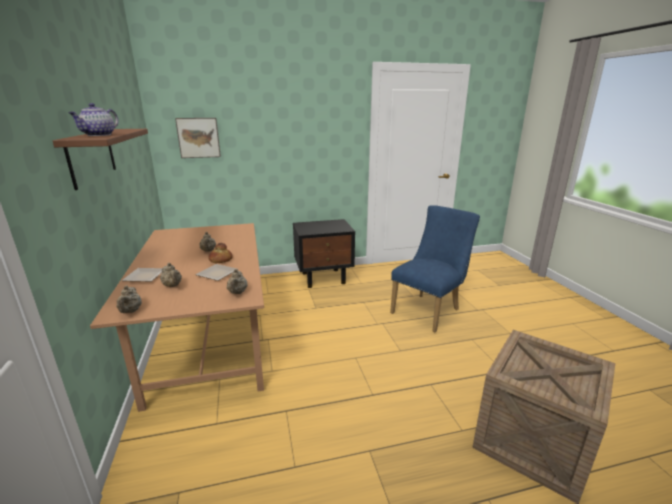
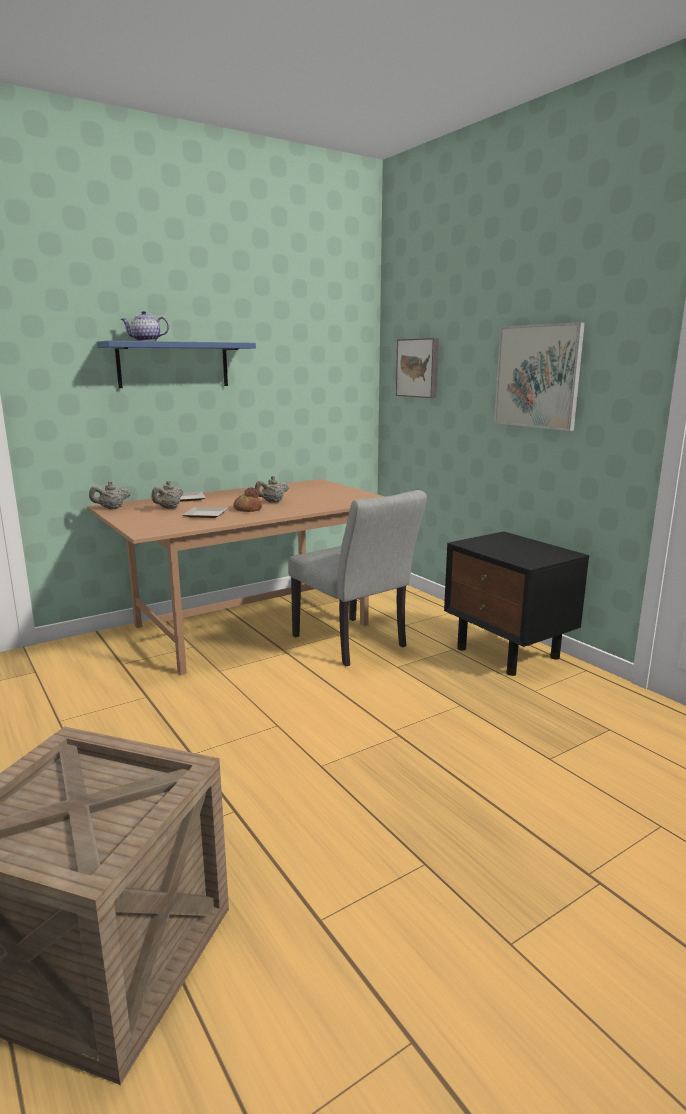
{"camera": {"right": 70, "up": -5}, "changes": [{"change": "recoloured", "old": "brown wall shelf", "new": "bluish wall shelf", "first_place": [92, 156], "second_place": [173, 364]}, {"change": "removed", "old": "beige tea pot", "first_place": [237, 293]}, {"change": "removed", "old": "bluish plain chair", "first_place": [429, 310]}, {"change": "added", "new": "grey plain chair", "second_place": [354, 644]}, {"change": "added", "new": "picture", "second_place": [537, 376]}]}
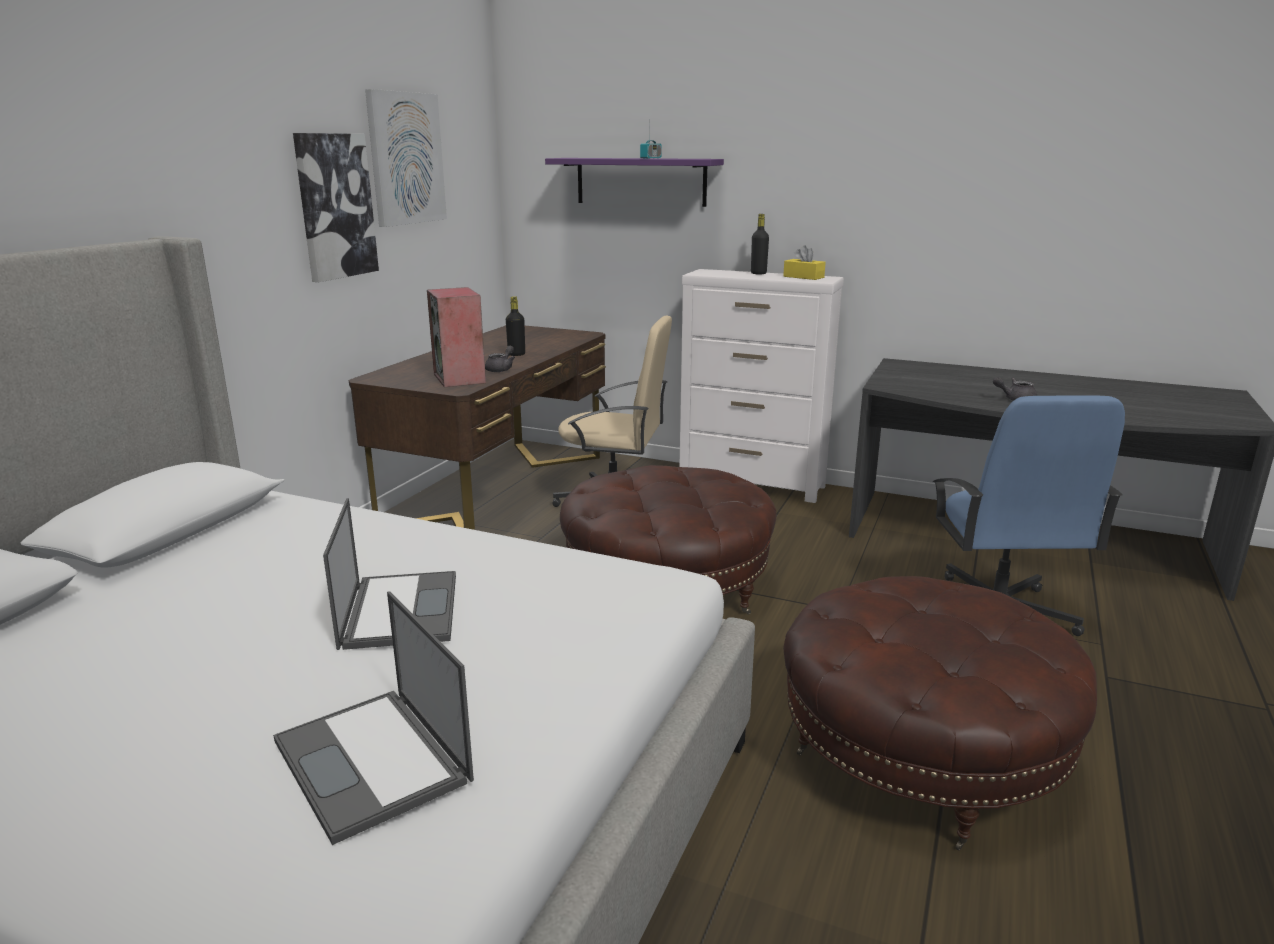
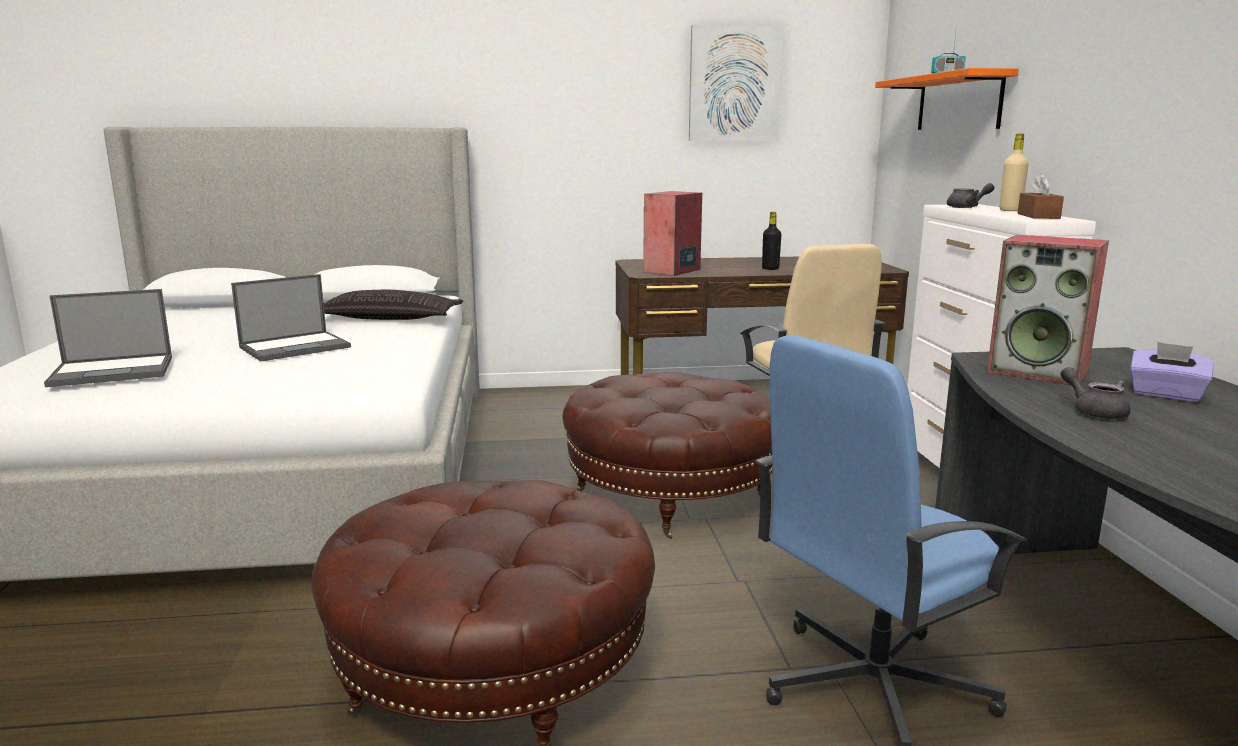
{"camera": {"right": 60, "up": -5}, "changes": [{"change": "turned", "old": "laptop", "first_place": [373, 762], "second_place": [114, 371], "degrees": -135}, {"change": "removed", "old": "picture", "first_place": [335, 206]}, {"change": "moved", "old": "grey tea pot", "first_place": [501, 369], "second_place": [967, 207]}, {"change": "recoloured", "old": "purple-coloured wall shelf", "new": "orangey wall shelf", "first_place": [640, 181], "second_place": [958, 102]}, {"change": "recoloured", "old": "black drink bottle", "new": "beige drink bottle", "first_place": [758, 273], "second_place": [1010, 210]}, {"change": "recoloured", "old": "yellow-coloured tissue holder", "new": "brown tissue holder", "first_place": [803, 277], "second_place": [1038, 216]}, {"change": "added", "new": "cushion", "second_place": [388, 318]}, {"change": "added", "new": "loudspeaker", "second_place": [1039, 372]}, {"change": "added", "new": "purple-coloured tissue holder", "second_place": [1166, 394]}]}
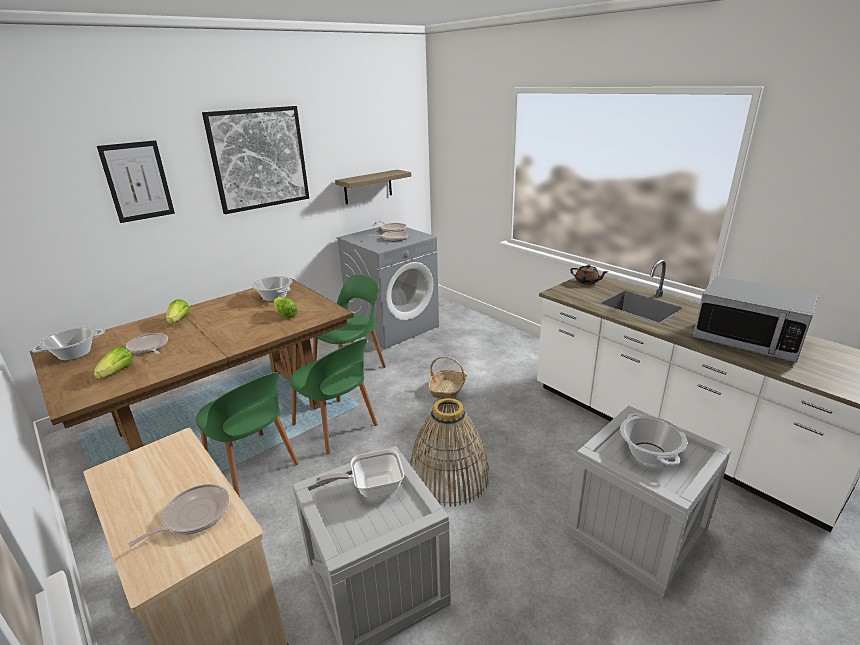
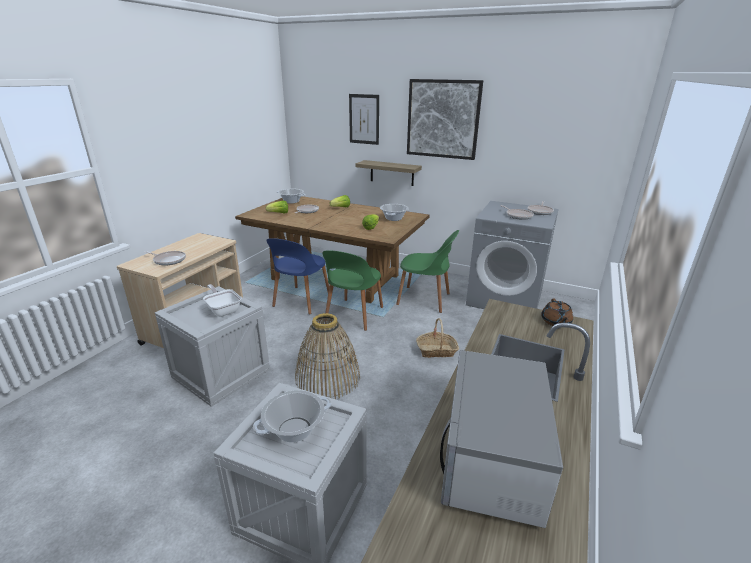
{"camera": {"right": 65, "up": 0}, "changes": [{"change": "recoloured", "old": "greenish plain chair", "new": "bluish plain chair", "first_place": [252, 465], "second_place": [301, 301]}, {"change": "moved", "old": "wall shelf", "first_place": [368, 187], "second_place": [392, 173]}]}
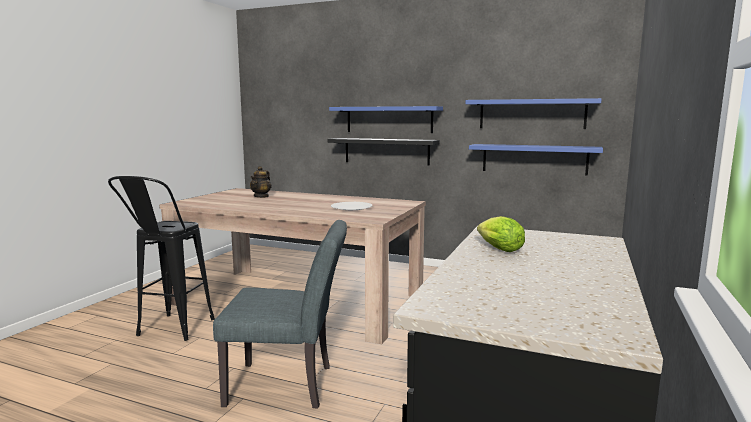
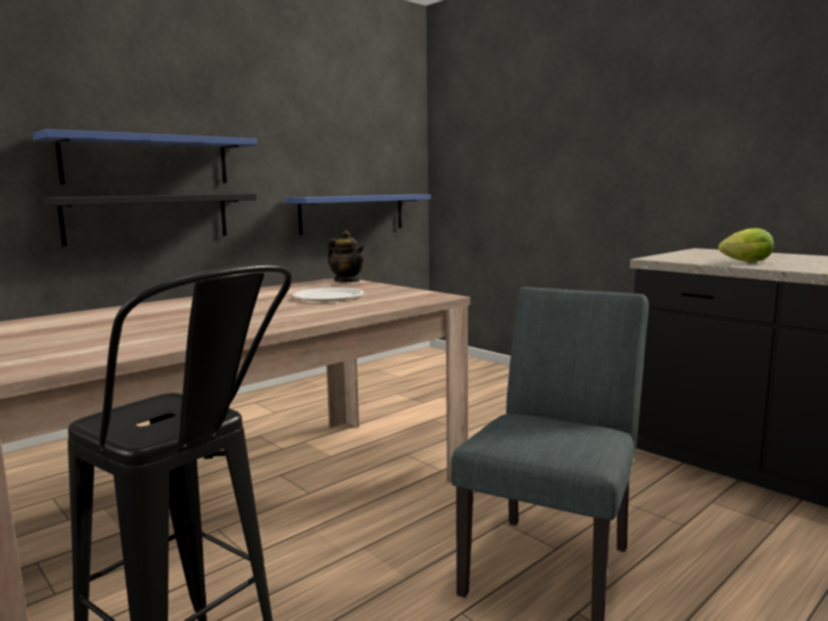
{"camera": {"right": -65, "up": 0}, "changes": [{"change": "moved", "old": "tea pot", "first_place": [261, 196], "second_place": [347, 281]}, {"change": "removed", "old": "bluish wall shelf", "first_place": [531, 114]}]}
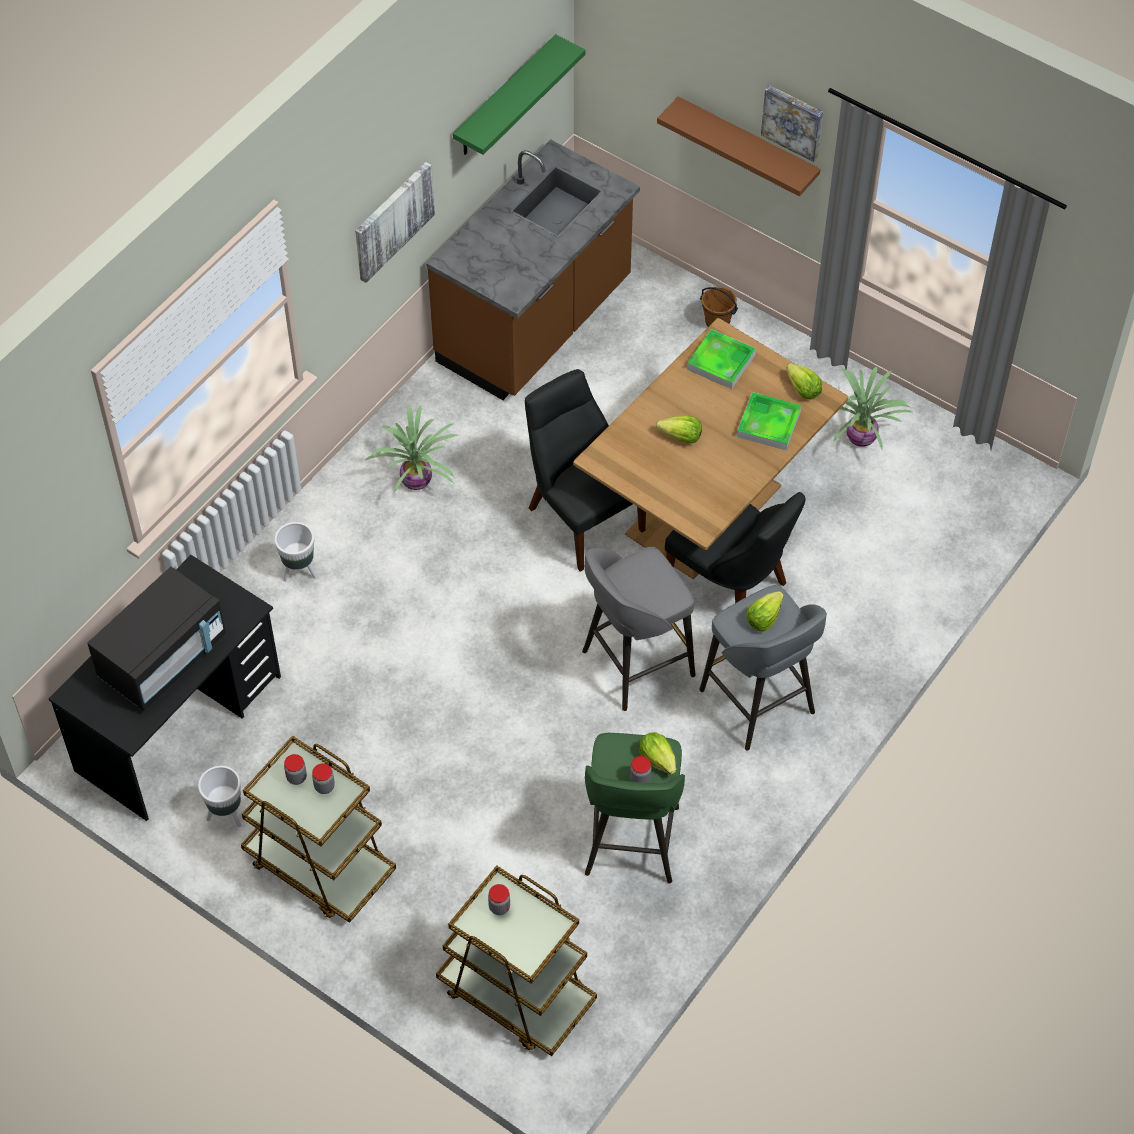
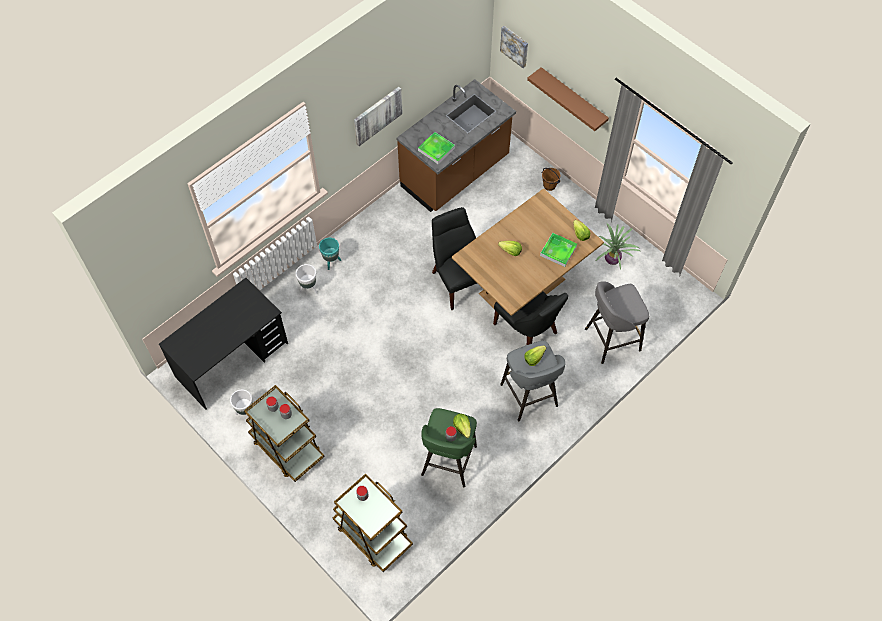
{"camera": {"right": 10, "up": 5}, "changes": [{"change": "removed", "old": "black kitchen microwave", "first_place": [163, 658]}, {"change": "removed", "old": "plant in a pot", "first_place": [418, 480]}, {"change": "removed", "old": "greenish wall shelf", "first_place": [505, 98]}, {"change": "moved", "old": "grey stool seat", "first_place": [635, 664], "second_place": [610, 340]}, {"change": "moved", "old": "serving tray", "first_place": [721, 362], "second_place": [436, 149]}, {"change": "moved", "old": "picture", "first_place": [793, 121], "second_place": [515, 46]}, {"change": "added", "new": "turquoise plant pot", "second_place": [331, 261]}]}
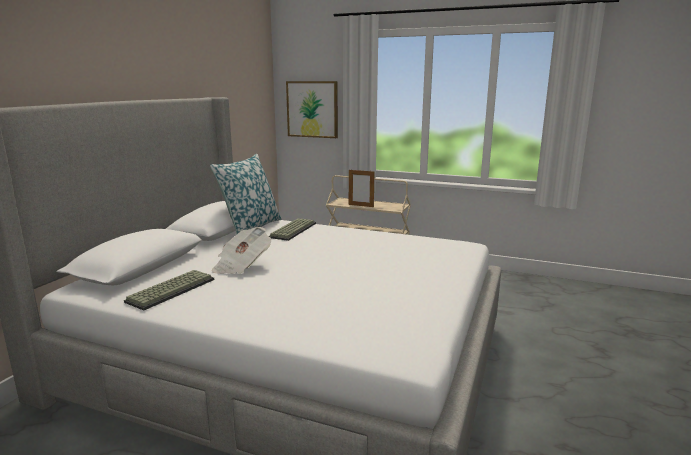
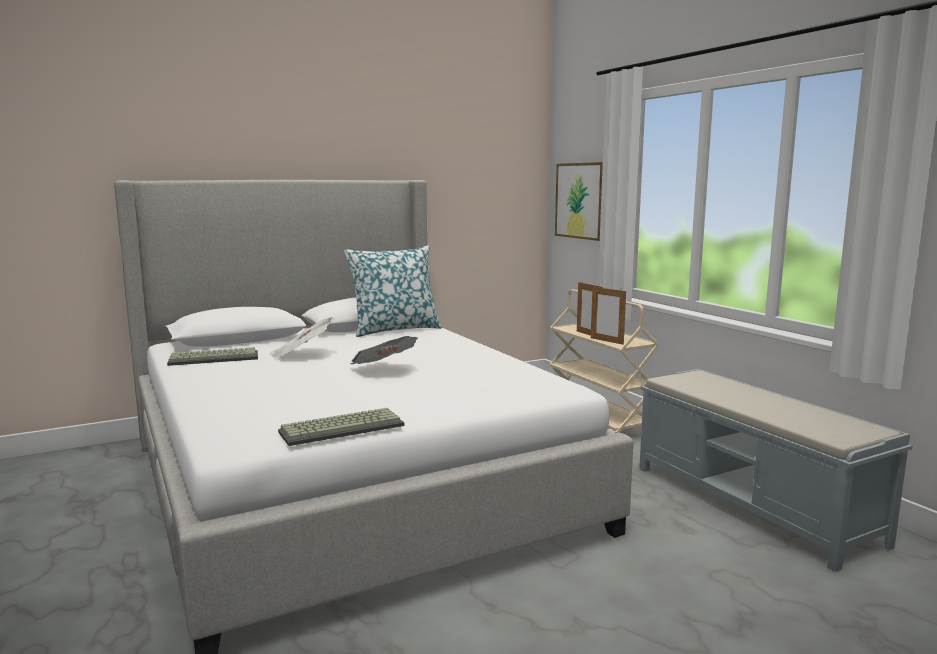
{"camera": {"right": 40, "up": -5}, "changes": [{"change": "moved", "old": "keyboard", "first_place": [292, 230], "second_place": [342, 428]}, {"change": "added", "new": "newspaper", "second_place": [384, 369]}, {"change": "added", "new": "photo frame", "second_place": [606, 341]}, {"change": "added", "new": "grey indoor bench", "second_place": [753, 504]}]}
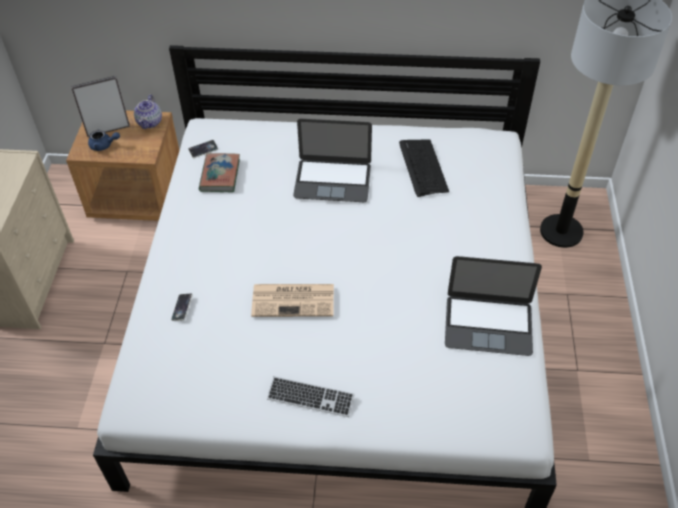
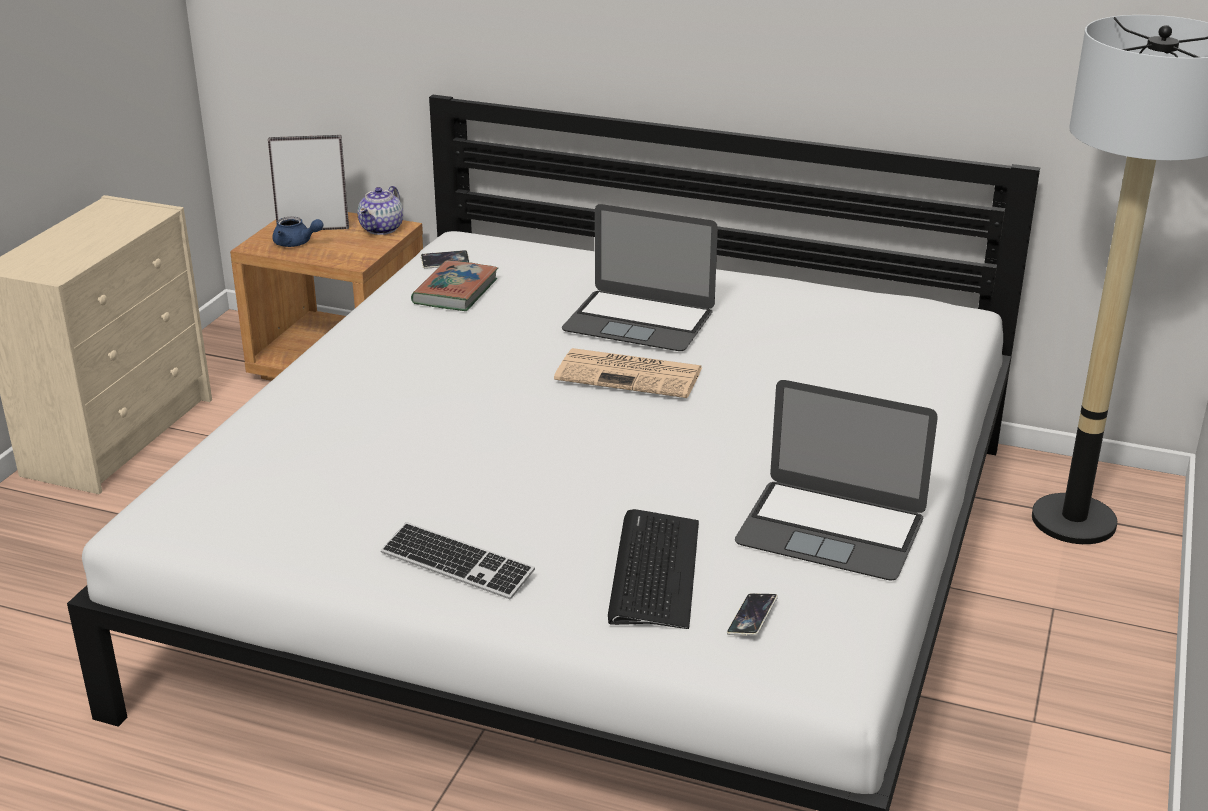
{"camera": {"right": 15, "up": -20}, "changes": [{"change": "moved", "old": "phone", "first_place": [182, 308], "second_place": [752, 618]}, {"change": "moved", "old": "newspaper", "first_place": [294, 300], "second_place": [631, 374]}, {"change": "moved", "old": "keyboard", "first_place": [422, 167], "second_place": [653, 571]}]}
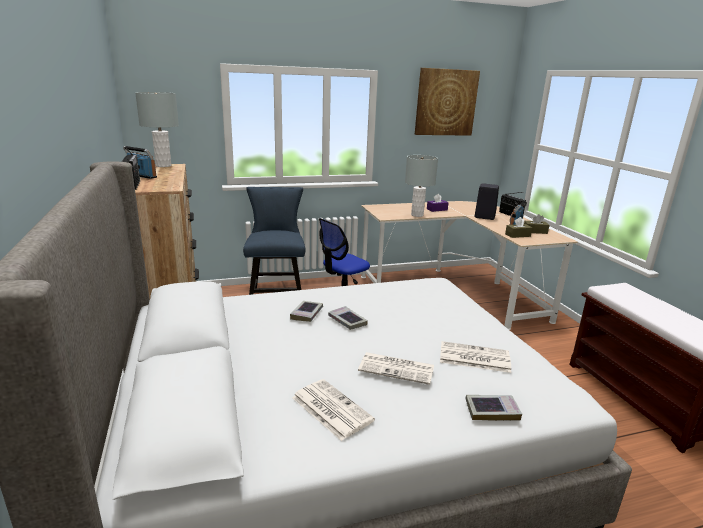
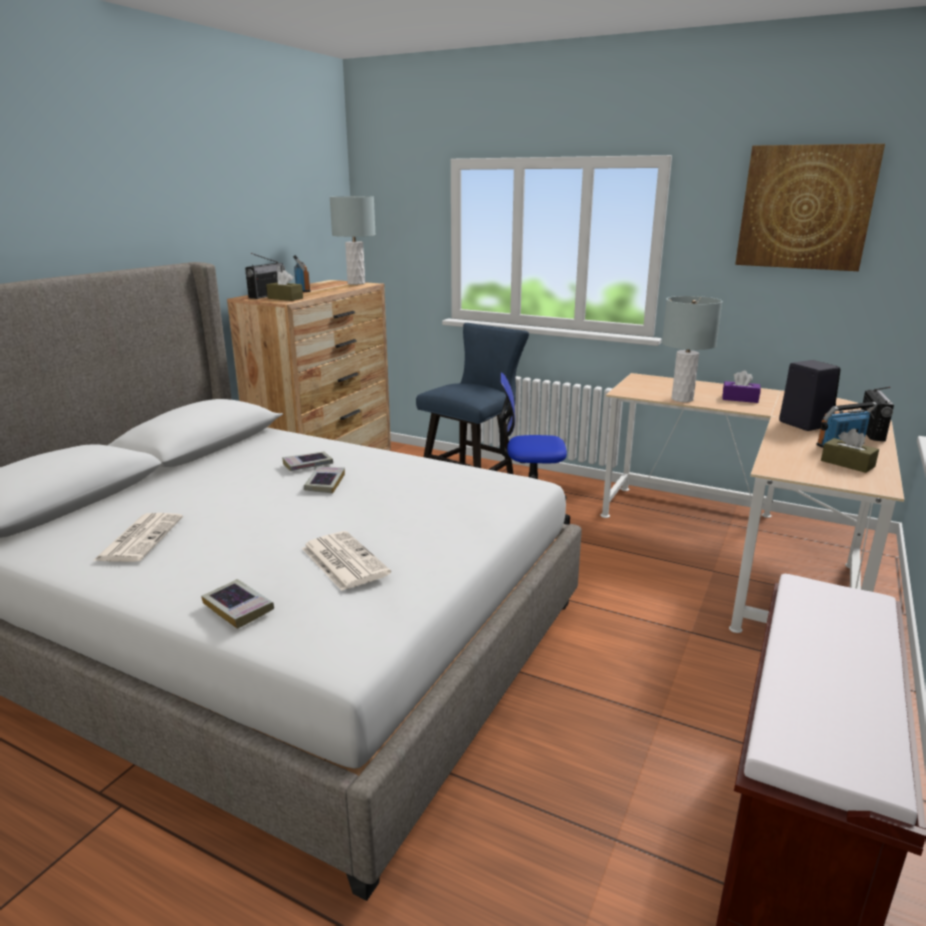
{"camera": {"right": 45, "up": 0}, "changes": [{"change": "removed", "old": "newspaper", "first_place": [397, 368]}, {"change": "moved", "old": "brown tissue holder", "first_place": [517, 235], "second_place": [285, 298]}]}
